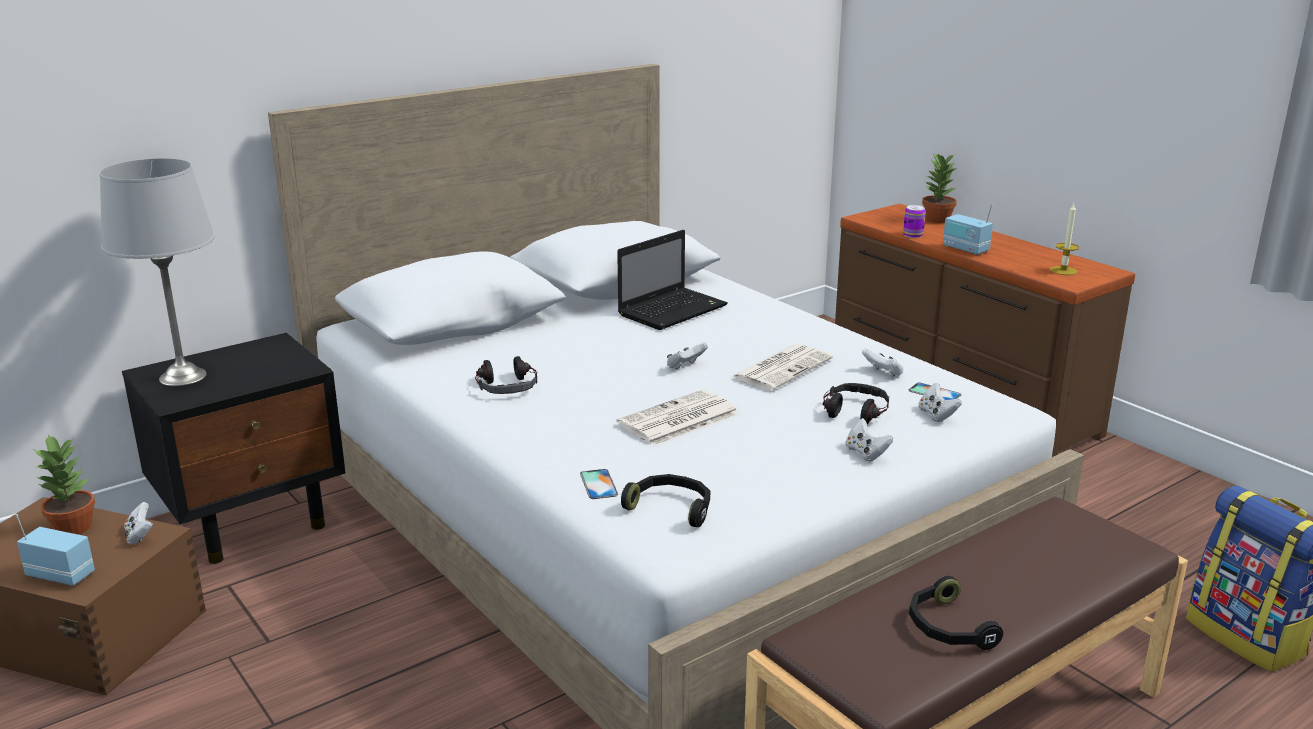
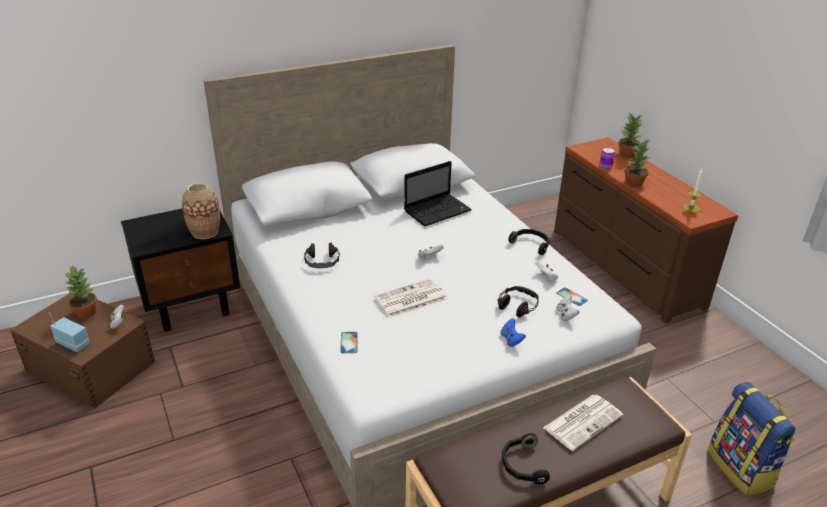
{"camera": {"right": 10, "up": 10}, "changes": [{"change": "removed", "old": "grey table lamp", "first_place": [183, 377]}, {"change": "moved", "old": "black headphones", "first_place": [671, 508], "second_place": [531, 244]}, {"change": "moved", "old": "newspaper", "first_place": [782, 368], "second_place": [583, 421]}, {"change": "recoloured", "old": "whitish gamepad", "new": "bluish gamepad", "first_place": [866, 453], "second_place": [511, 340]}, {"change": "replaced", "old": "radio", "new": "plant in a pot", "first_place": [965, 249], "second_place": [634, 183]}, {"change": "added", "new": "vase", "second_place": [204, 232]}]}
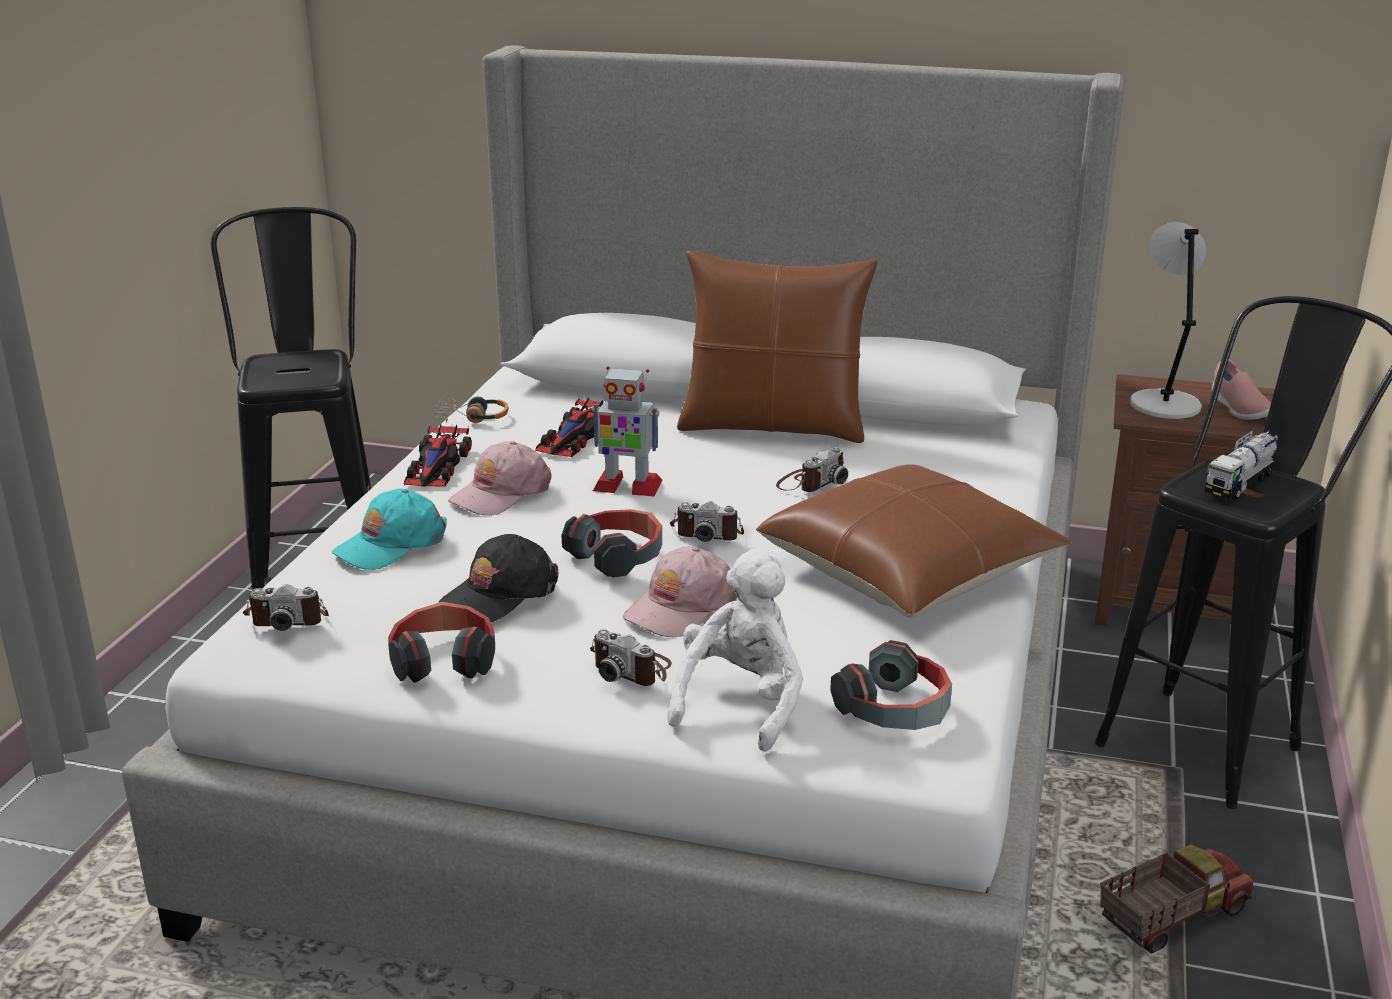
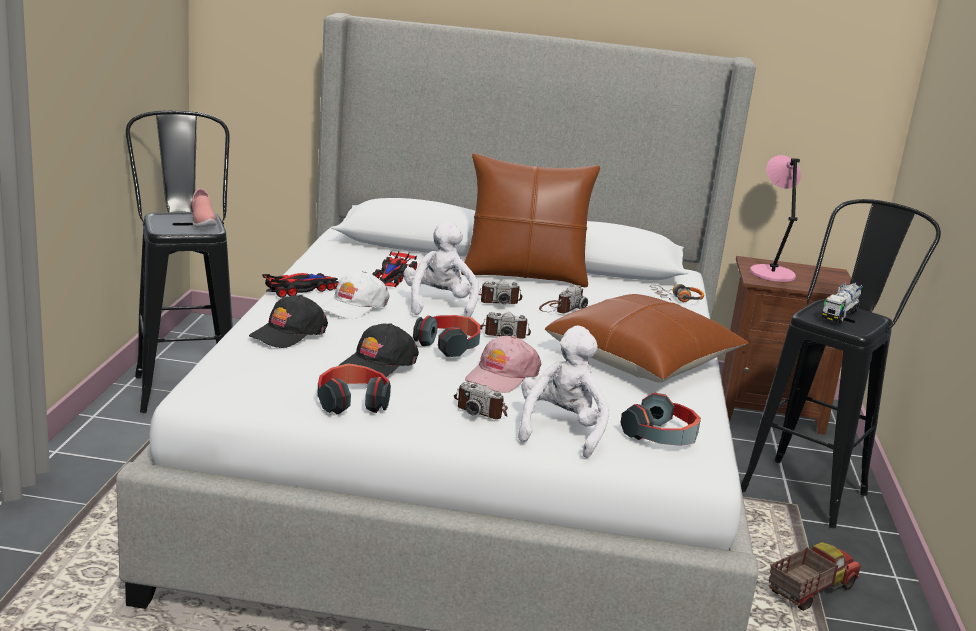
{"camera": {"right": -10, "up": -5}, "changes": [{"change": "moved", "old": "photo camera", "first_place": [288, 617], "second_place": [496, 301]}, {"change": "recoloured", "old": "turquoise cap", "new": "black cap", "first_place": [391, 544], "second_place": [288, 333]}, {"change": "turned", "old": "toy car", "first_place": [438, 466], "second_place": [303, 289], "degrees": -120}, {"change": "moved", "old": "headphones", "first_place": [472, 418], "second_place": [677, 299]}, {"change": "recoloured", "old": "pink cap", "new": "whitish cap", "first_place": [501, 493], "second_place": [353, 306]}, {"change": "replaced", "old": "toy robot", "new": "whitish cuddly toy", "first_place": [626, 486], "second_place": [439, 305]}, {"change": "recoloured", "old": "grey table lamp", "new": "pink table lamp", "first_place": [1163, 404], "second_place": [771, 273]}, {"change": "moved", "old": "pink shoe", "first_place": [1238, 409], "second_place": [202, 222]}]}
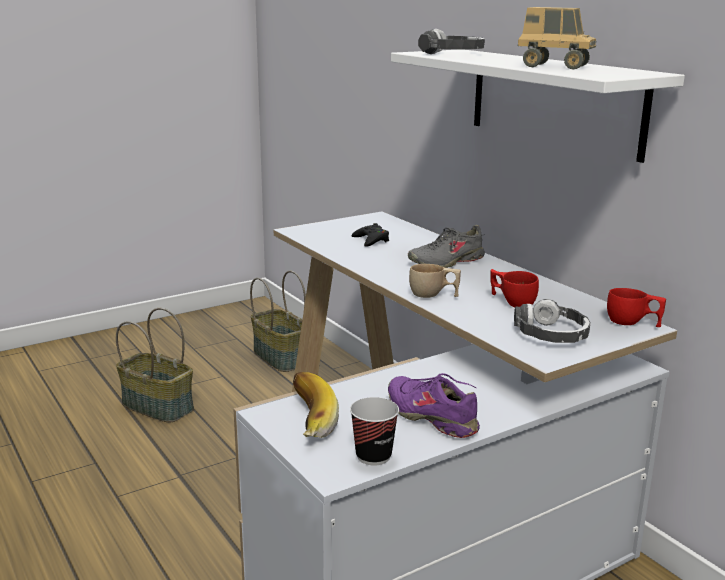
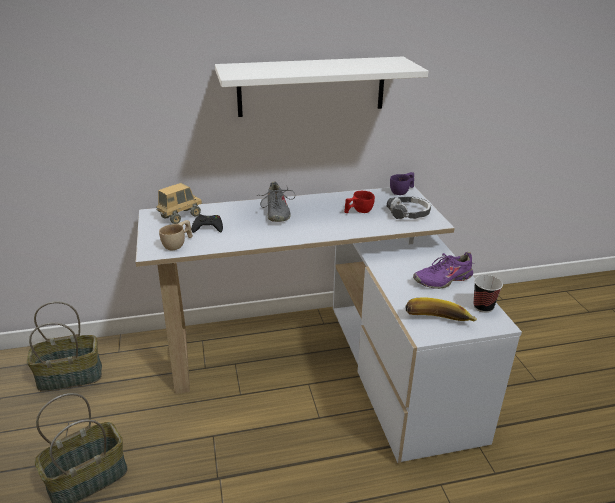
{"camera": {"right": -70, "up": 10}, "changes": [{"change": "moved", "old": "beige drinking cup", "first_place": [433, 295], "second_place": [178, 244]}, {"change": "removed", "old": "headphones", "first_place": [452, 53]}, {"change": "moved", "old": "toy truck", "first_place": [554, 67], "second_place": [180, 217]}, {"change": "recoloured", "old": "red-coloured drinking cup", "new": "purple-coloured drinking cup", "first_place": [633, 323], "second_place": [402, 191]}]}
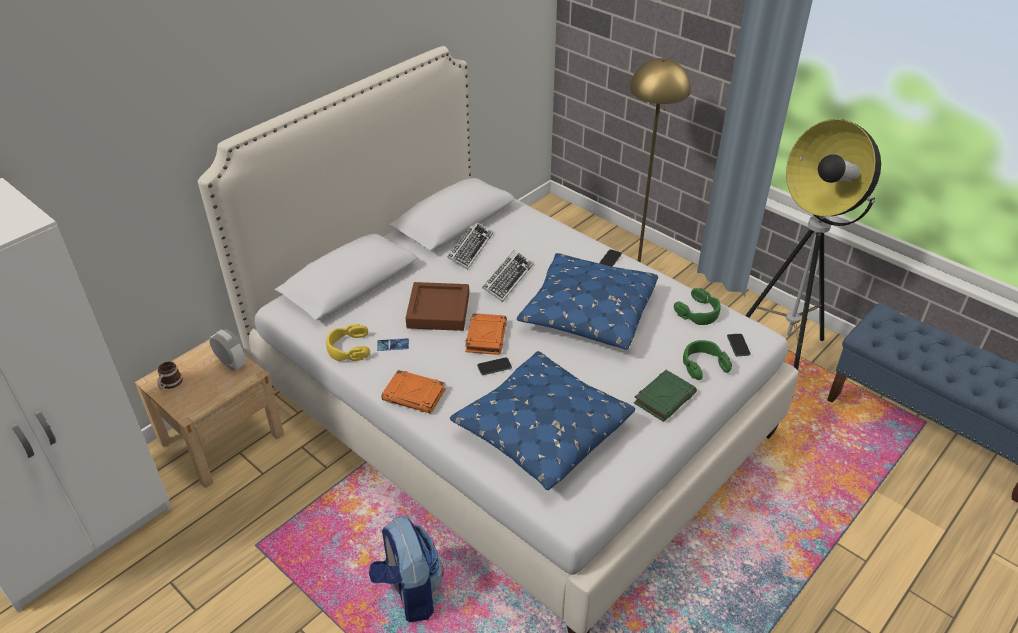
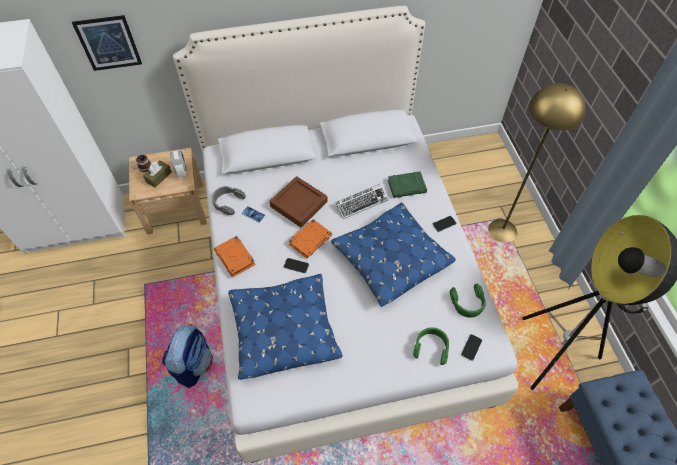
{"camera": {"right": 35, "up": 15}, "changes": [{"change": "recoloured", "old": "yellow-coloured headphones", "new": "grey headphones", "first_place": [348, 348], "second_place": [228, 202]}, {"change": "removed", "old": "keyboard", "first_place": [470, 248]}, {"change": "moved", "old": "greenish book", "first_place": [664, 398], "second_place": [407, 186]}, {"change": "added", "new": "picture", "second_place": [108, 43]}, {"change": "added", "new": "brown tissue holder", "second_place": [159, 177]}]}
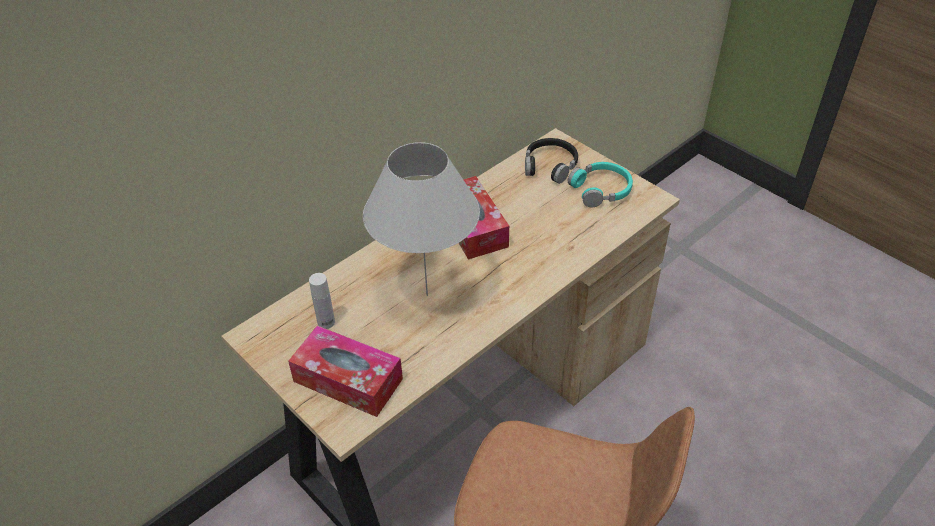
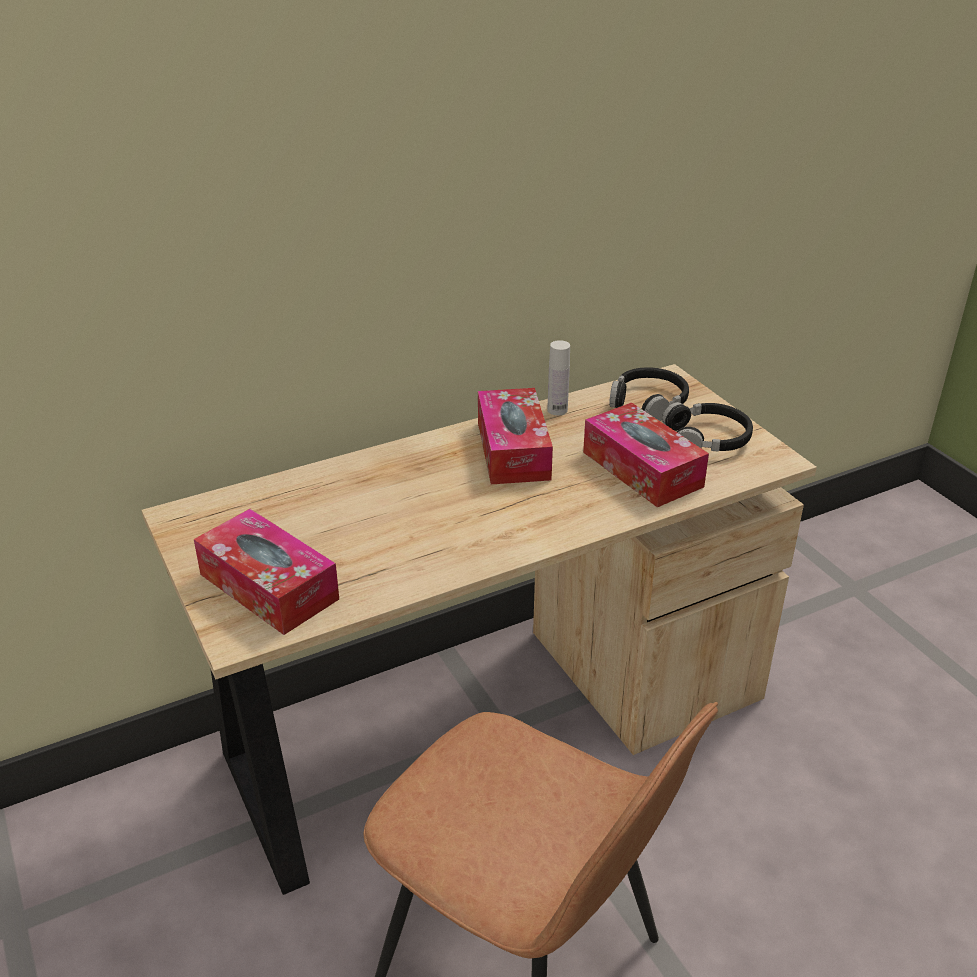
{"camera": {"right": 15, "up": -10}, "changes": [{"change": "moved", "old": "whitish drink bottle", "first_place": [326, 322], "second_place": [557, 410]}, {"change": "removed", "old": "whitish table lamp", "first_place": [427, 295]}, {"change": "recoloured", "old": "turquoise headphones", "new": "black headphones", "first_place": [601, 190], "second_place": [707, 438]}, {"change": "added", "new": "tissue holder", "second_place": [642, 469]}]}
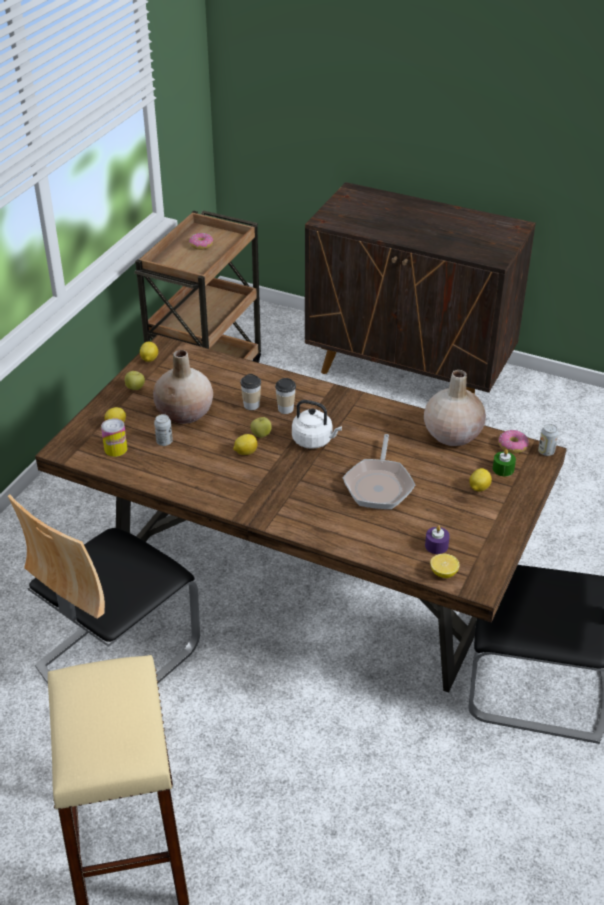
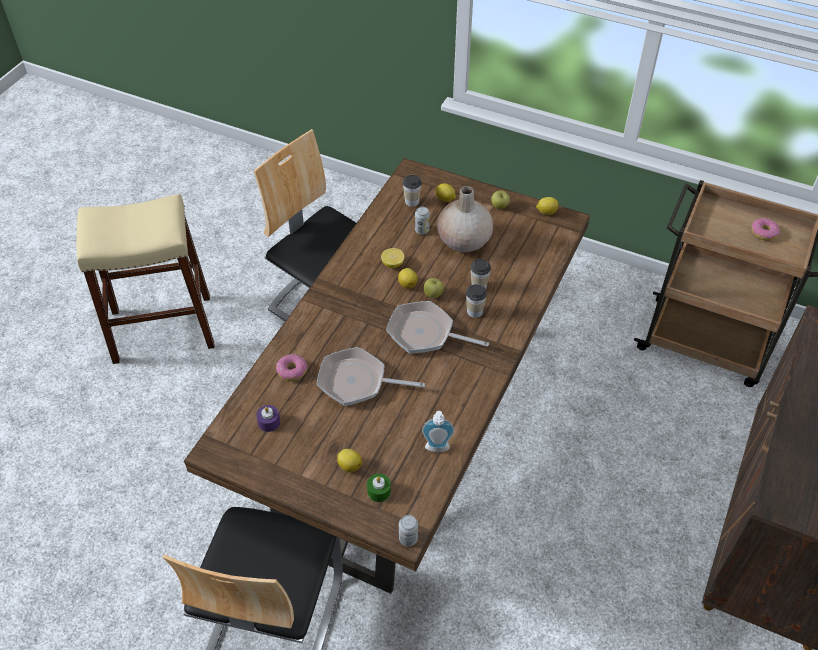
{"camera": {"right": 90, "up": 10}, "changes": [{"change": "replaced", "old": "sealed can", "new": "drinking cup", "first_place": [115, 449], "second_place": [412, 201]}, {"change": "replaced", "old": "whitish water kettle", "new": "skillet", "first_place": [314, 440], "second_place": [425, 333]}, {"change": "replaced", "old": "beige vase", "new": "soap dispenser", "first_place": [452, 434], "second_place": [437, 449]}, {"change": "moved", "old": "lemon", "first_place": [443, 573], "second_place": [392, 264]}, {"change": "moved", "old": "donut", "first_place": [512, 446], "second_place": [292, 371]}]}
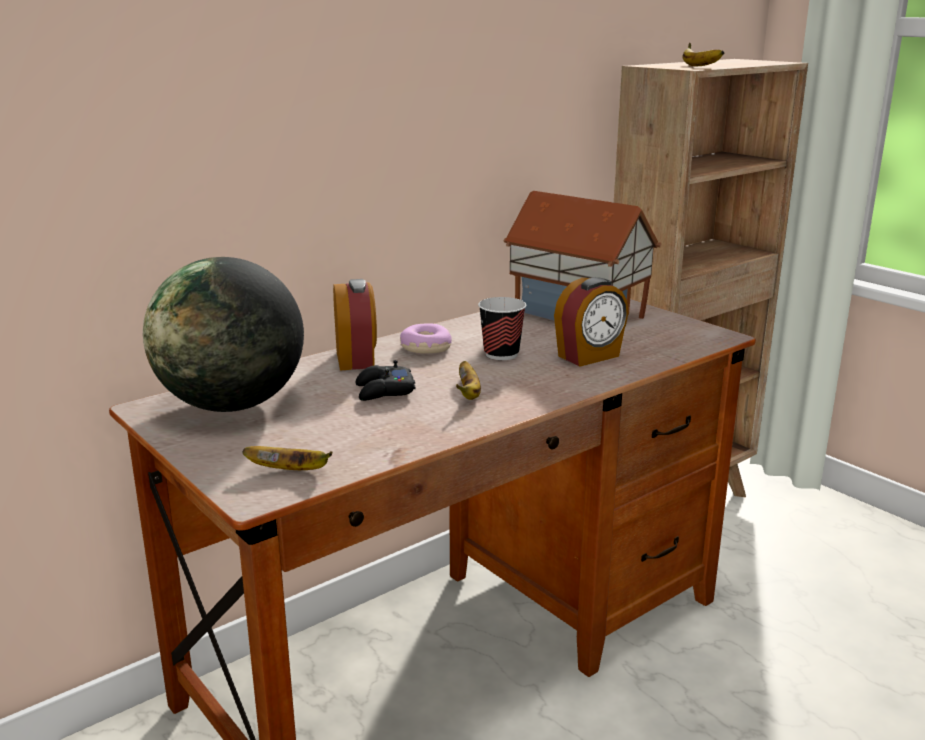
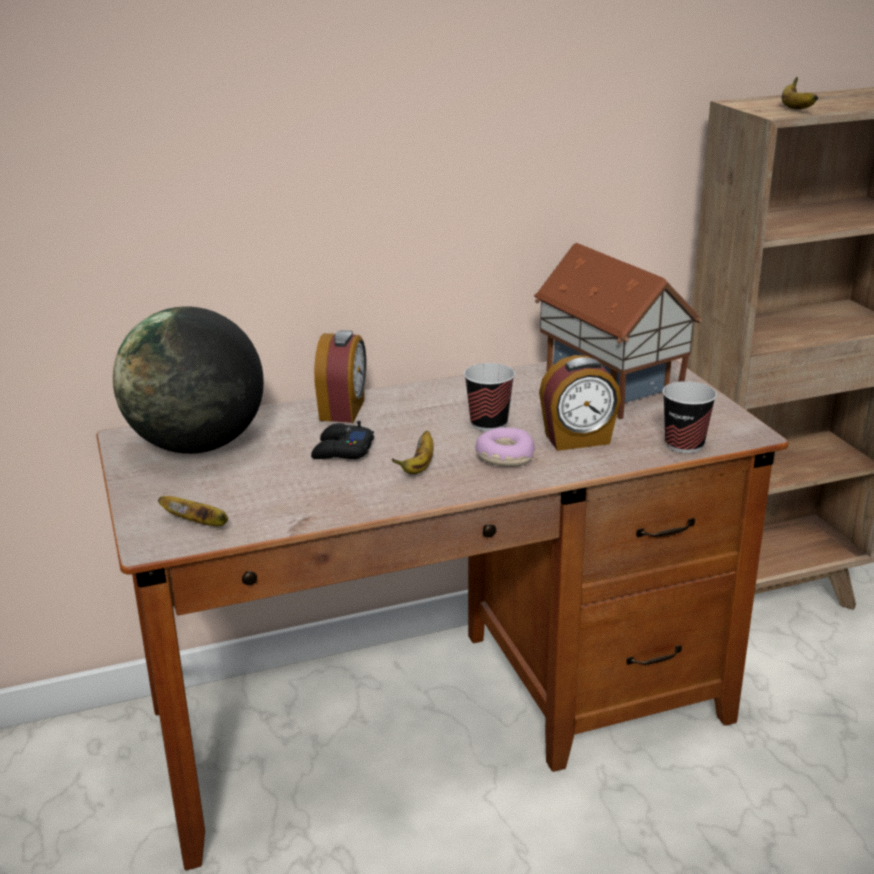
{"camera": {"right": 20, "up": 5}, "changes": [{"change": "moved", "old": "donut", "first_place": [425, 347], "second_place": [504, 456]}, {"change": "added", "new": "drinking cup", "second_place": [684, 445]}]}
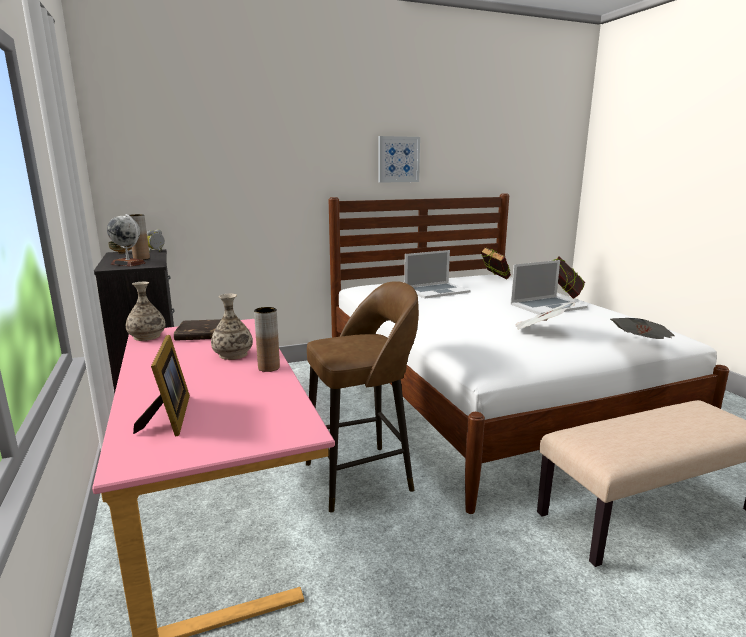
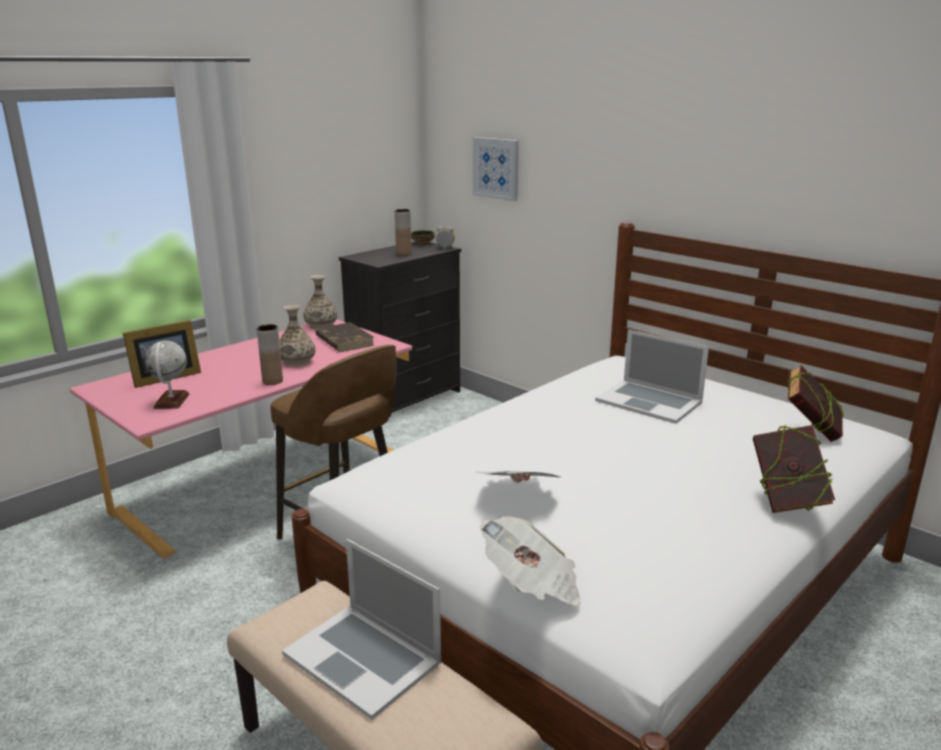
{"camera": {"right": 65, "up": 5}, "changes": [{"change": "moved", "old": "globe", "first_place": [128, 263], "second_place": [171, 401]}, {"change": "moved", "old": "picture", "first_place": [398, 159], "second_place": [496, 168]}, {"change": "moved", "old": "laptop", "first_place": [547, 306], "second_place": [362, 658]}]}
